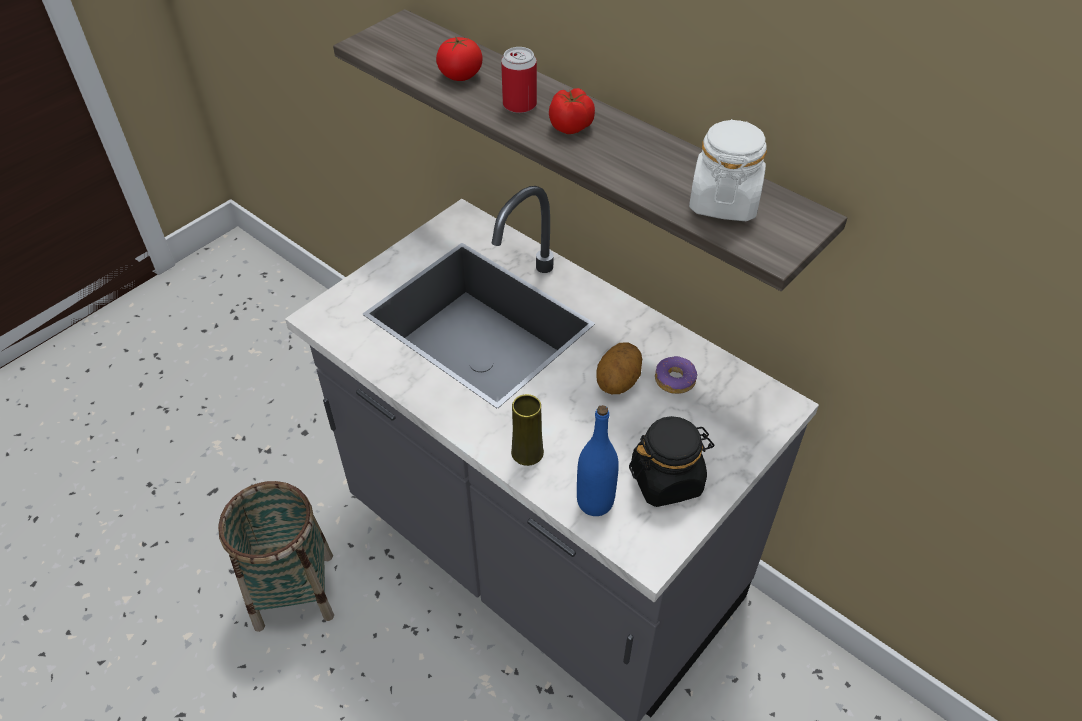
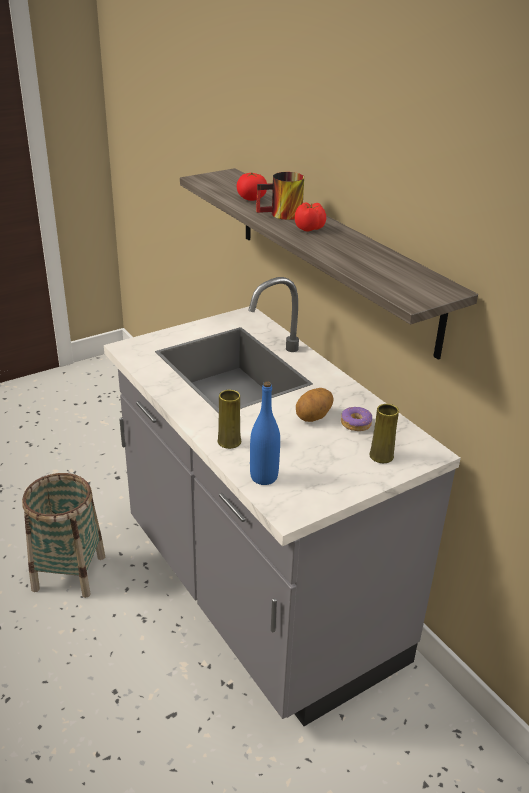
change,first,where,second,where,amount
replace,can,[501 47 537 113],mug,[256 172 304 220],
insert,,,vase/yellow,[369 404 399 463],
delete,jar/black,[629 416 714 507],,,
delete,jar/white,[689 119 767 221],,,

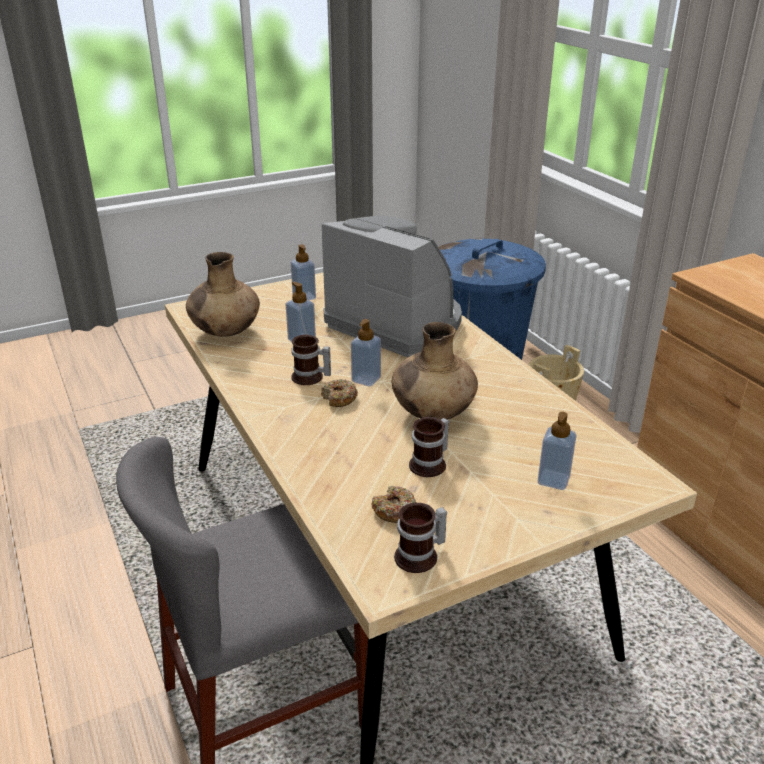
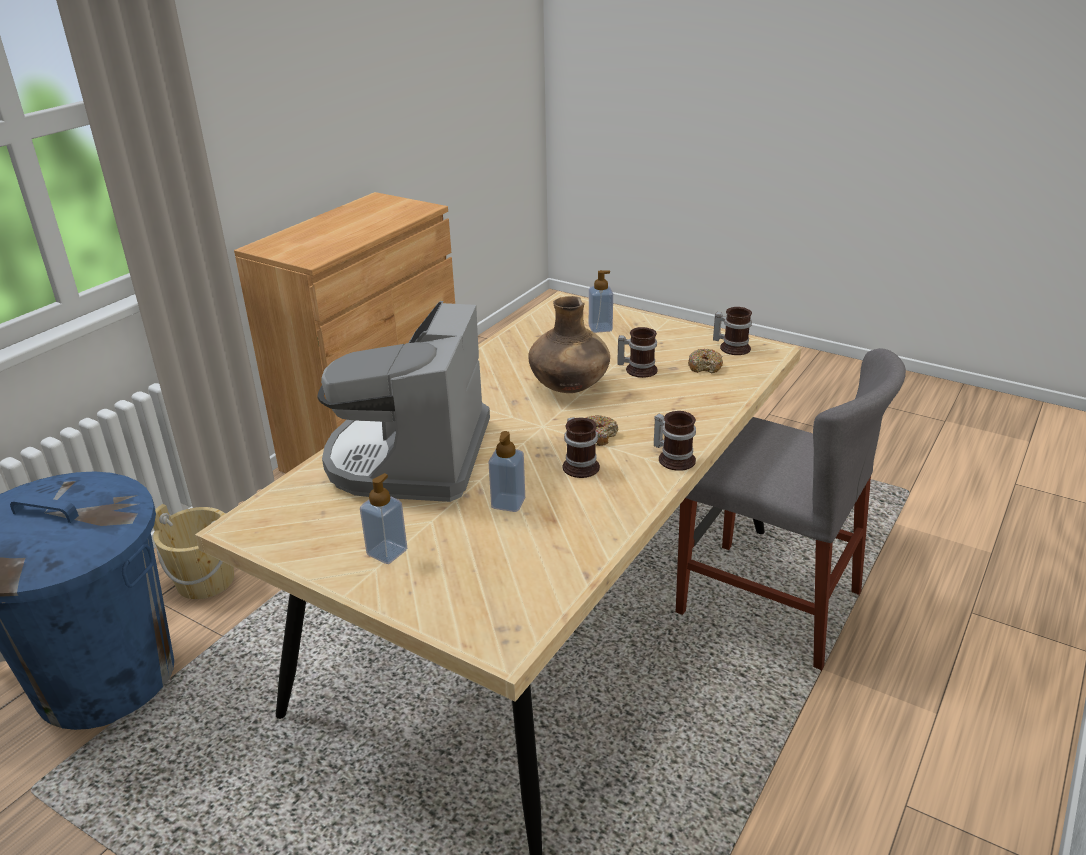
change,first,where,second,where,amount
insert,,,mug,[654 411 696 471],
delete,vase/brown,[186 252 260 337],,,
delete,soap dispenser,[351 319 381 386],,,

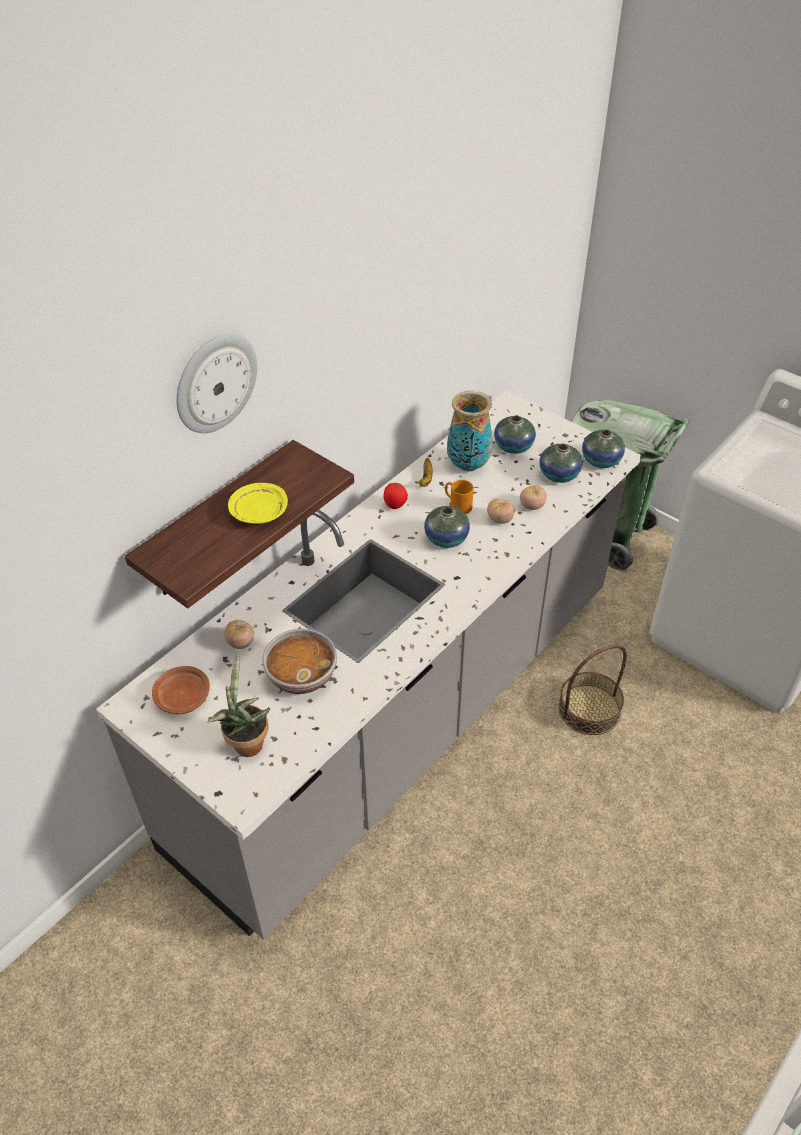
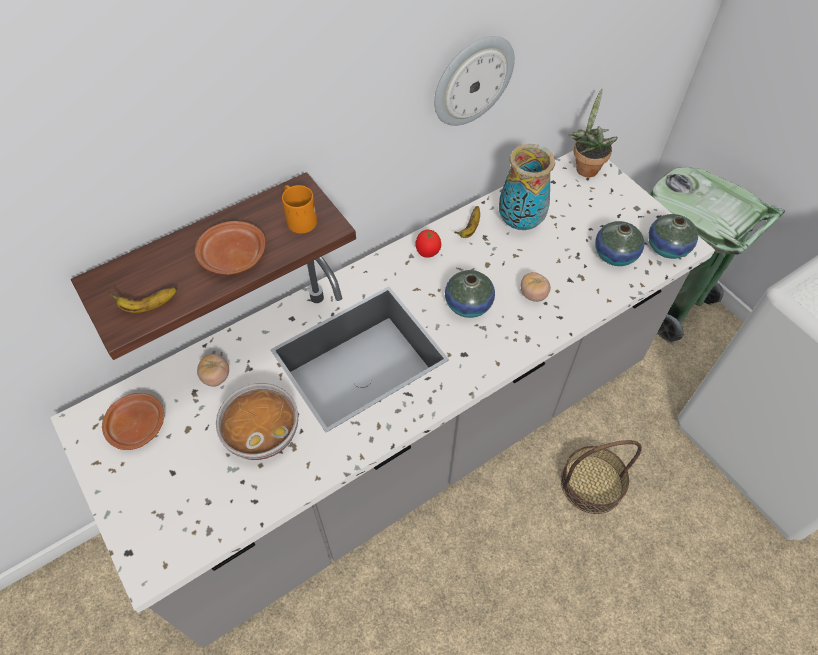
change,first,where,second,where,amount
insert,,,banana,[107 287 177 313],
recolor,plate/yellow,[228 483 288 524],plate/brown,[195 221 265 275],
move,mug/orange,[445 480 474 514],,[282 185 317 234],
move,wall clock,[176 334 257 433],,[434 36 515 126],
move,potted plant,[207 652 270 757],,[569 88 618 177],
delete,vase,[494 415 536 454],,,
delete,tomato,[520 485 547 510],,,

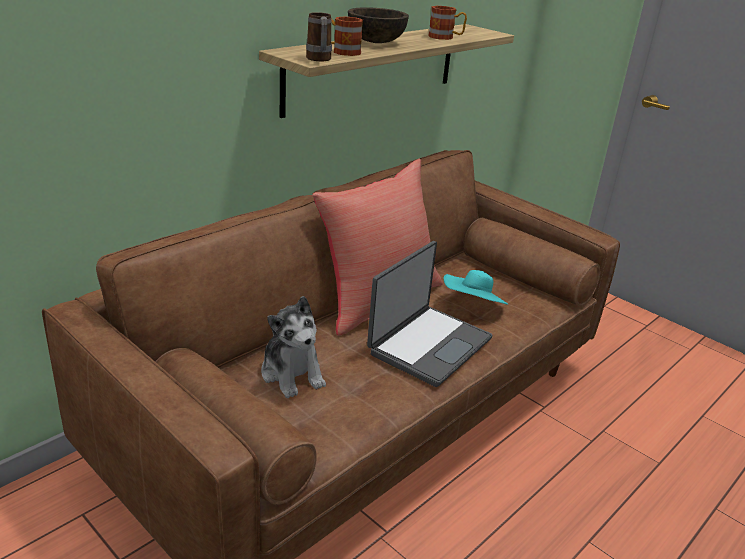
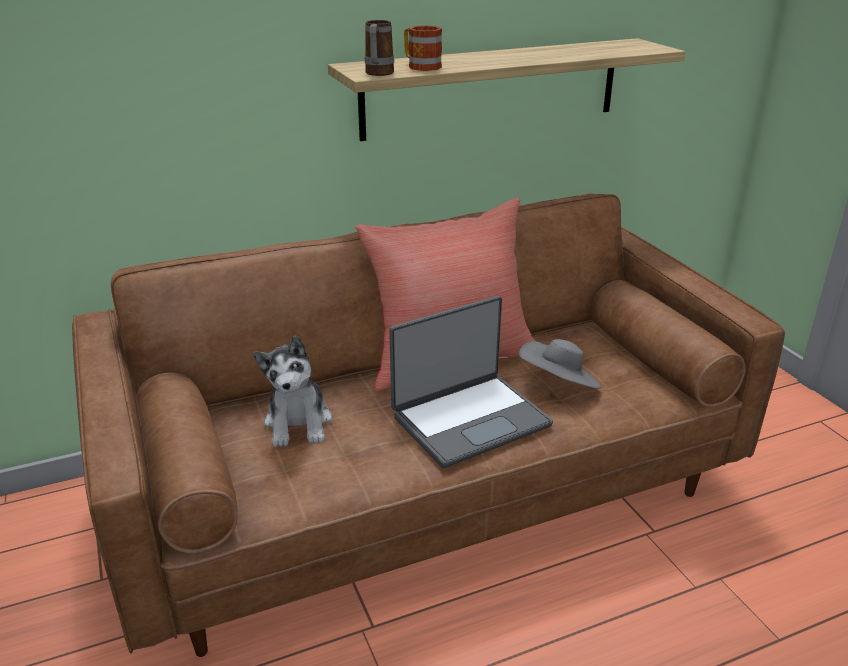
change,first,where,second,where,amount
recolor,hat/turquoise,[444 270 508 305],hat/grey,[519 339 601 389],
delete,bowl/brown,[348 7 409 43],,,
delete,mug,[428 6 467 40],,,

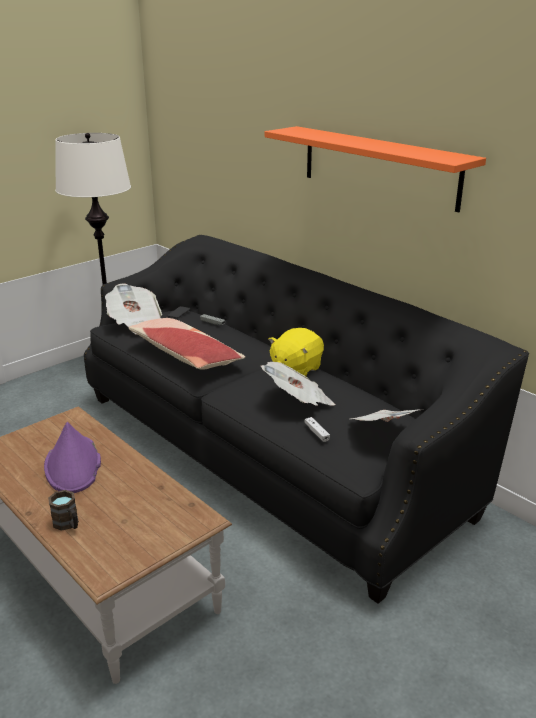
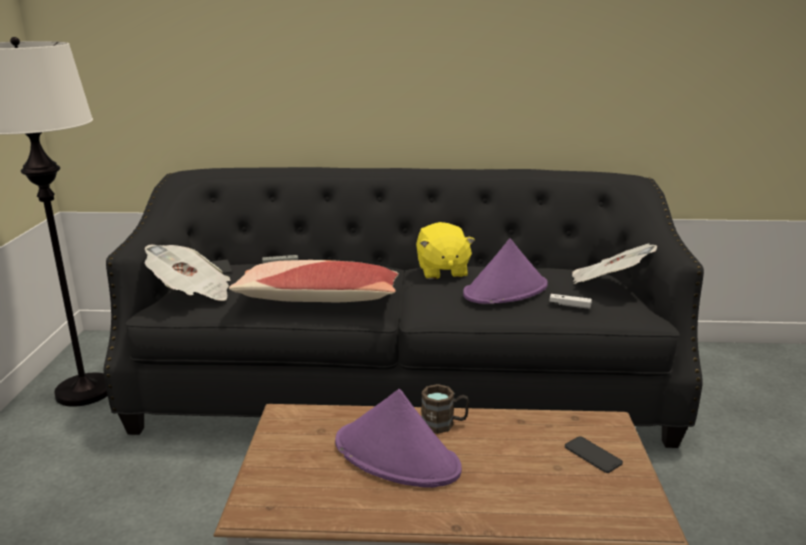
change,first,where,second,where,amount
move,mug/brown,[48 490 79 531],,[421 384 469 434],
replace,newspaper,[261 362 335 406],hat/purple,[463 238 548 304],
insert,,,phone,[565 436 623 473],
delete,shelf/orange,[265 126 486 212],,,

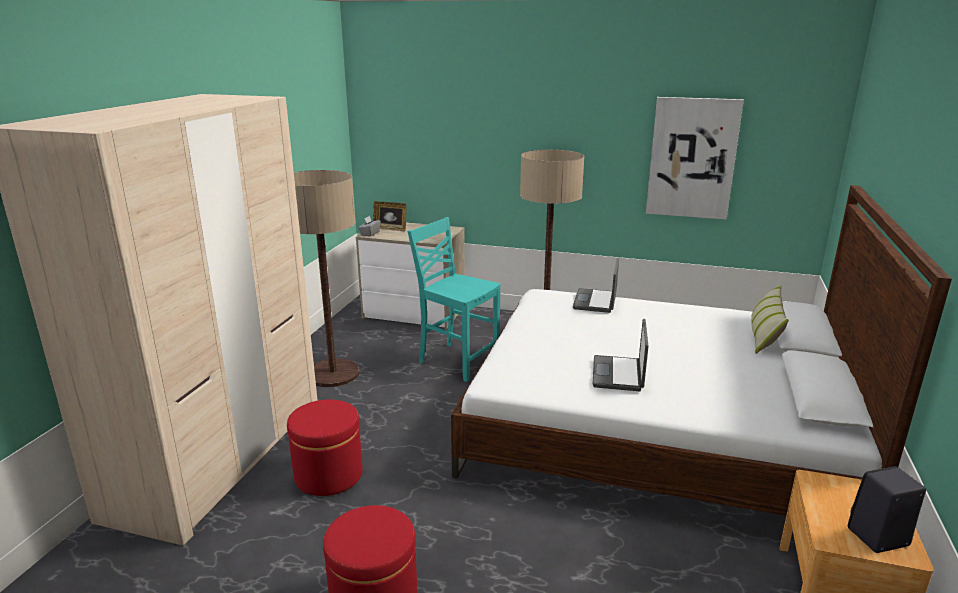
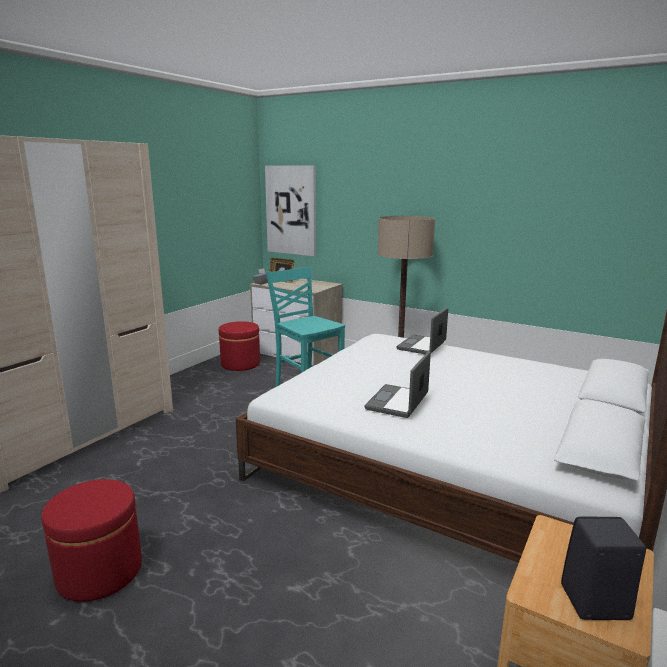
change,first,where,second,where,amount
move,ottoman/red,[287 399 363 496],,[219 321 260 371],
move,picture,[646 97 744 219],,[265 166 316 256],
delete,floor lamp,[294 170 359 387],,,
delete,pillow,[751 284 789 354],,,

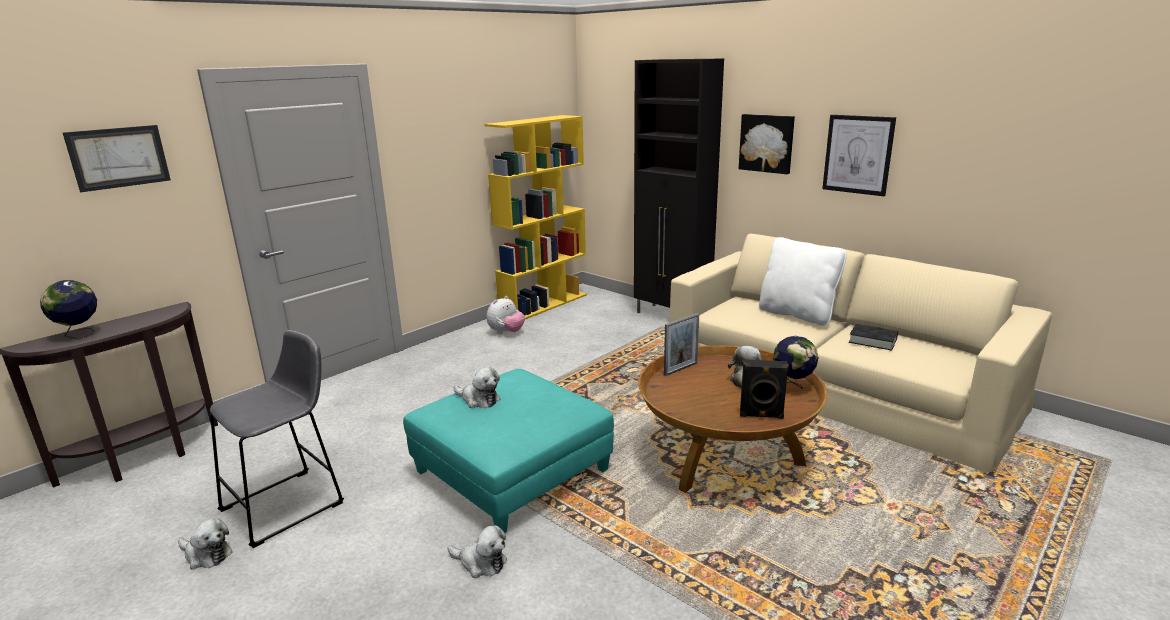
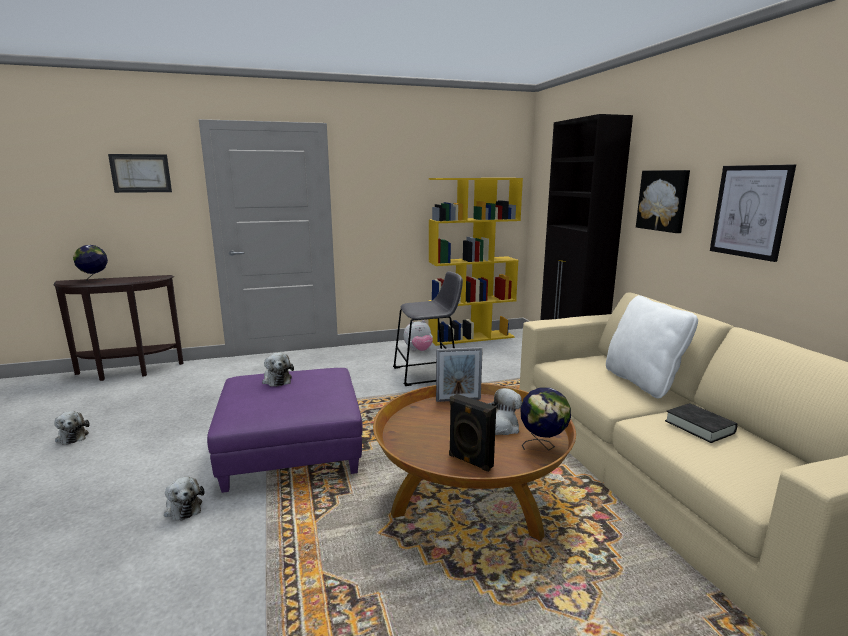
change,first,where,second,where,amount
recolor,ottoman/turquoise,[403 369 614 533],ottoman/purple,[207 368 363 493],
move,stool/grey,[210 330 344 548],,[393 271 463 386],

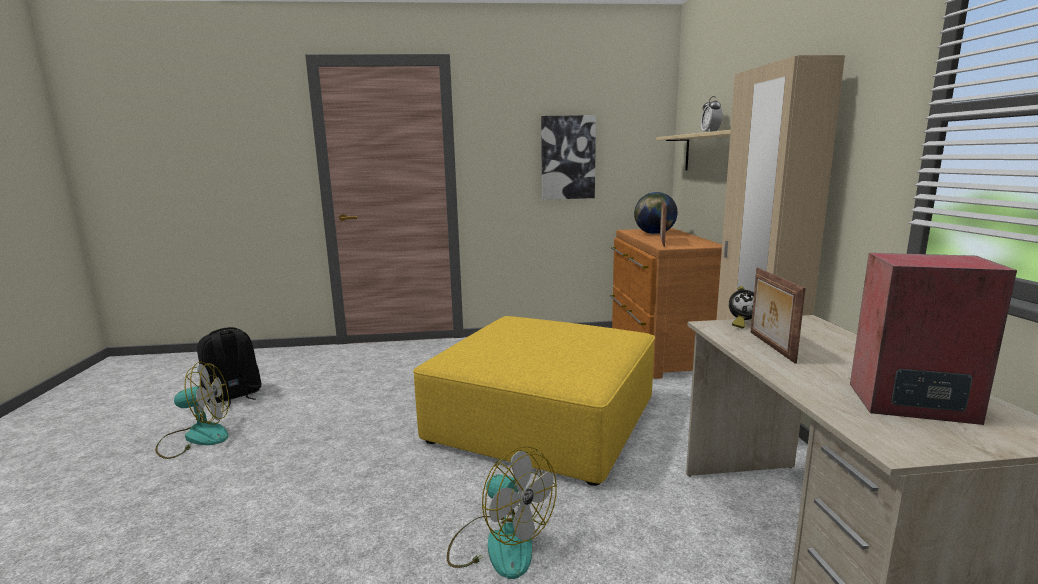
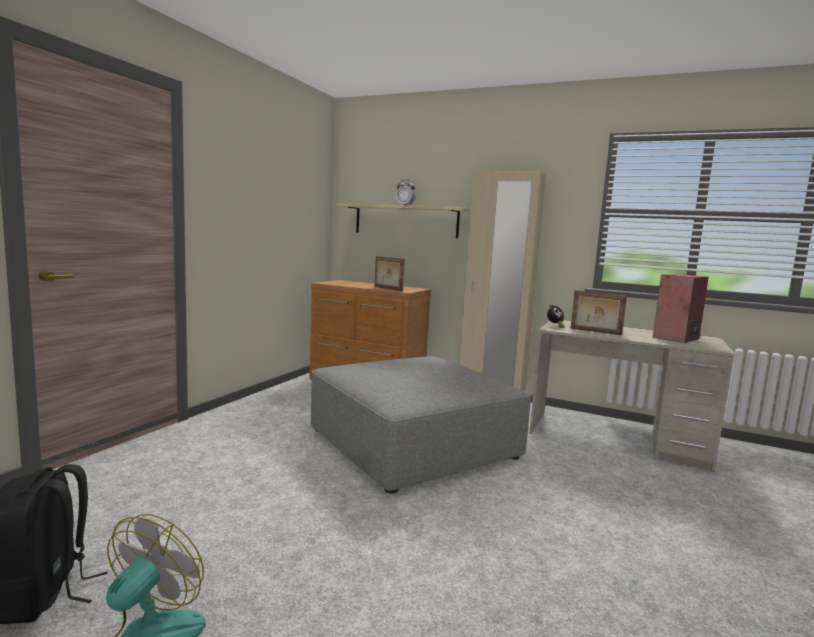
change,first,where,second,where,amount
recolor,ottoman/yellow,[413 316 655 486],ottoman/grey,[311 356 532 493],
delete,fan,[447 446 557 579],,,
delete,picture,[541 115 596 200],,,
delete,globe,[634 192 677 234],,,

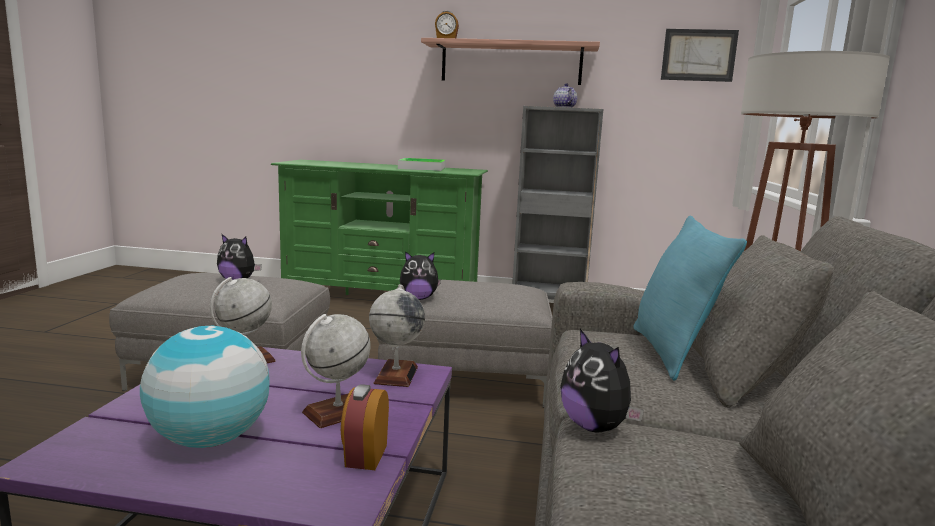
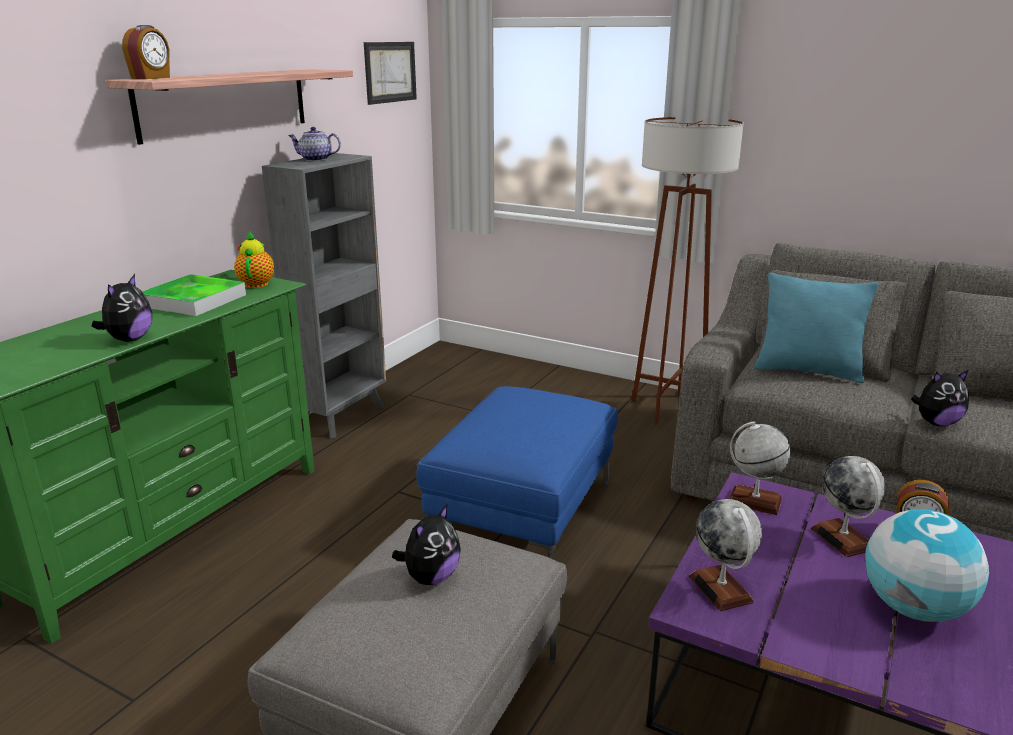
change,first,where,second,where,amount
move,plush toy,[400 251 441 300],,[92 274 152 342],
insert,,,teapot,[234 231 274 288],
recolor,ottoman/grey,[377 280 552 408],ottoman/blue,[416 386 618 560],

